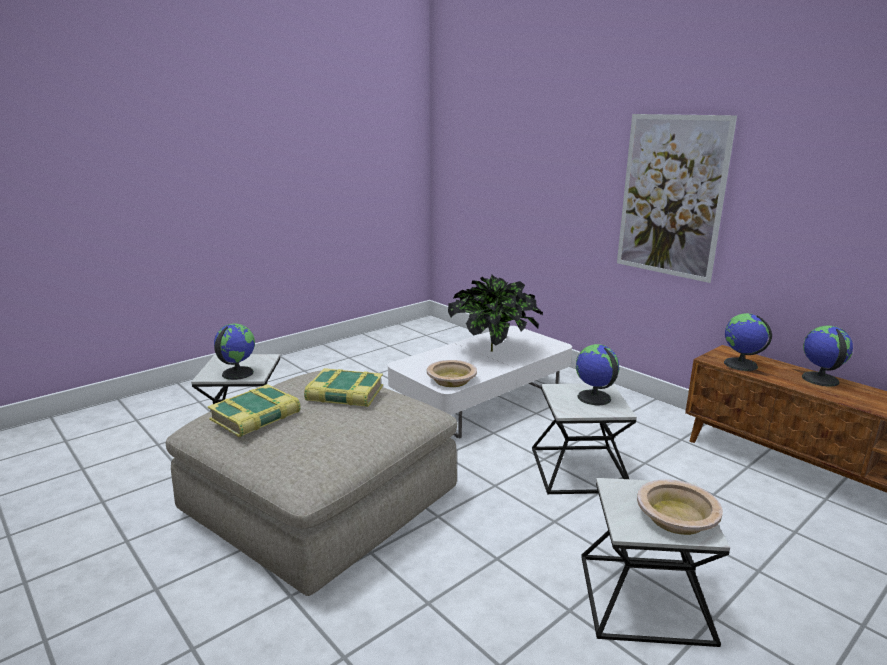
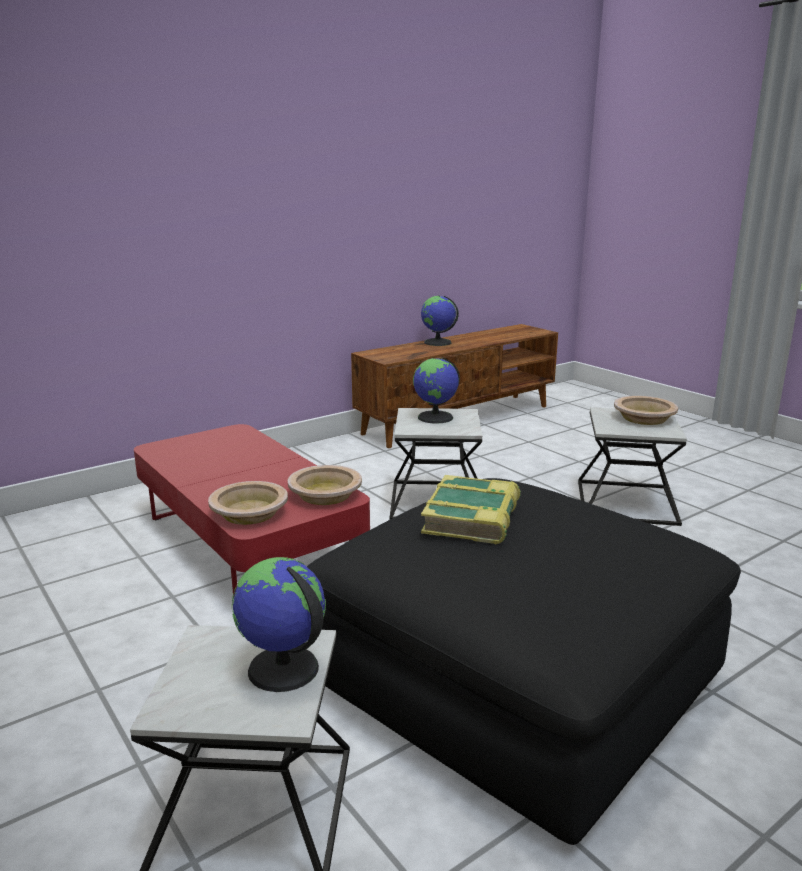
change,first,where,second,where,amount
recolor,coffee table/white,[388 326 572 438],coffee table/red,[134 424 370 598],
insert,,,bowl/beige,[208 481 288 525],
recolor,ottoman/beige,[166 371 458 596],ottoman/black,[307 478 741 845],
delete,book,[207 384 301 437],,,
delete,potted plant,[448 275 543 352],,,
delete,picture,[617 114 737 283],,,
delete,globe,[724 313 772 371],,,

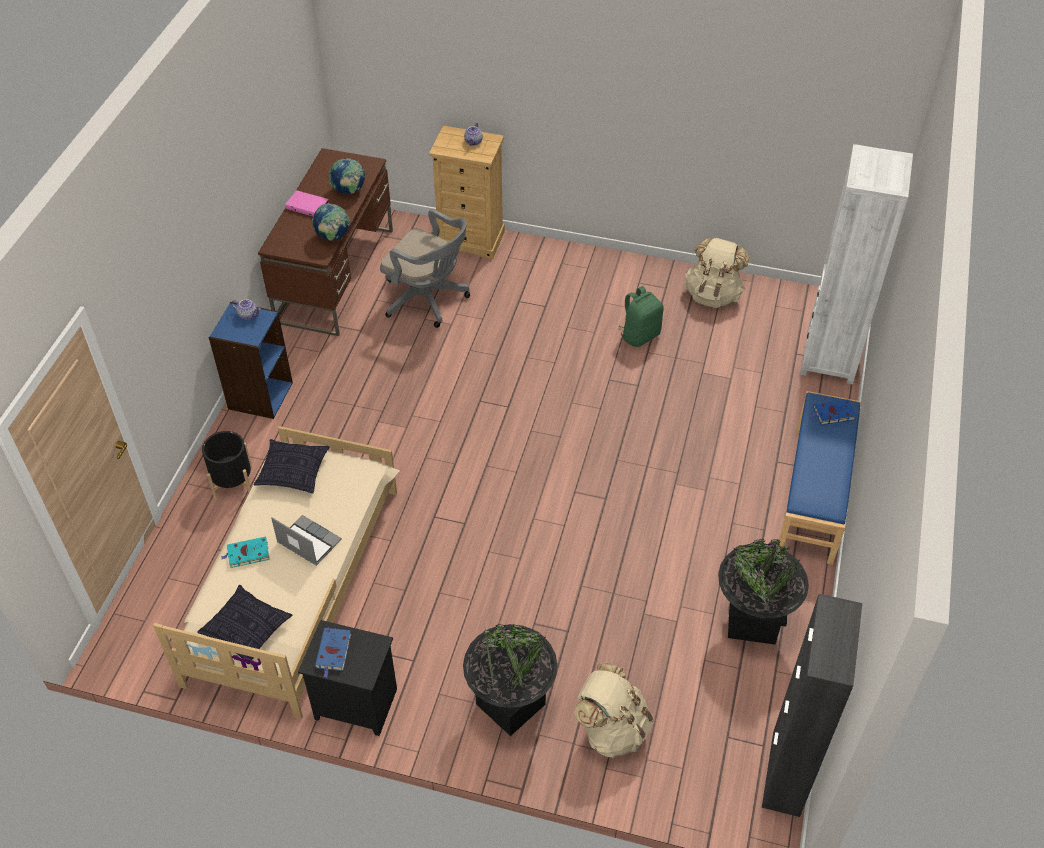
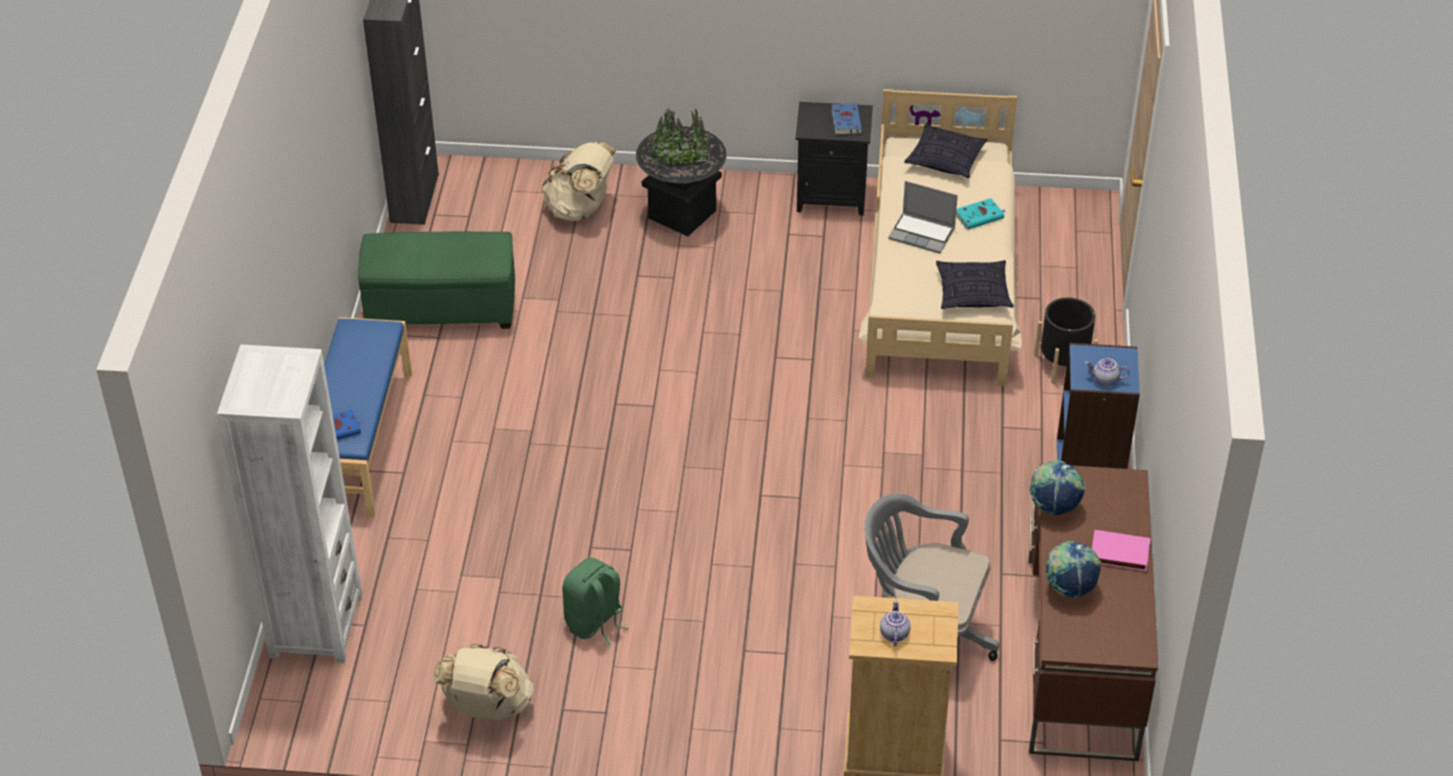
change,first,where,second,where,amount
replace,planter/black,[718 539 809 645],ottoman/green,[358 231 515 329],

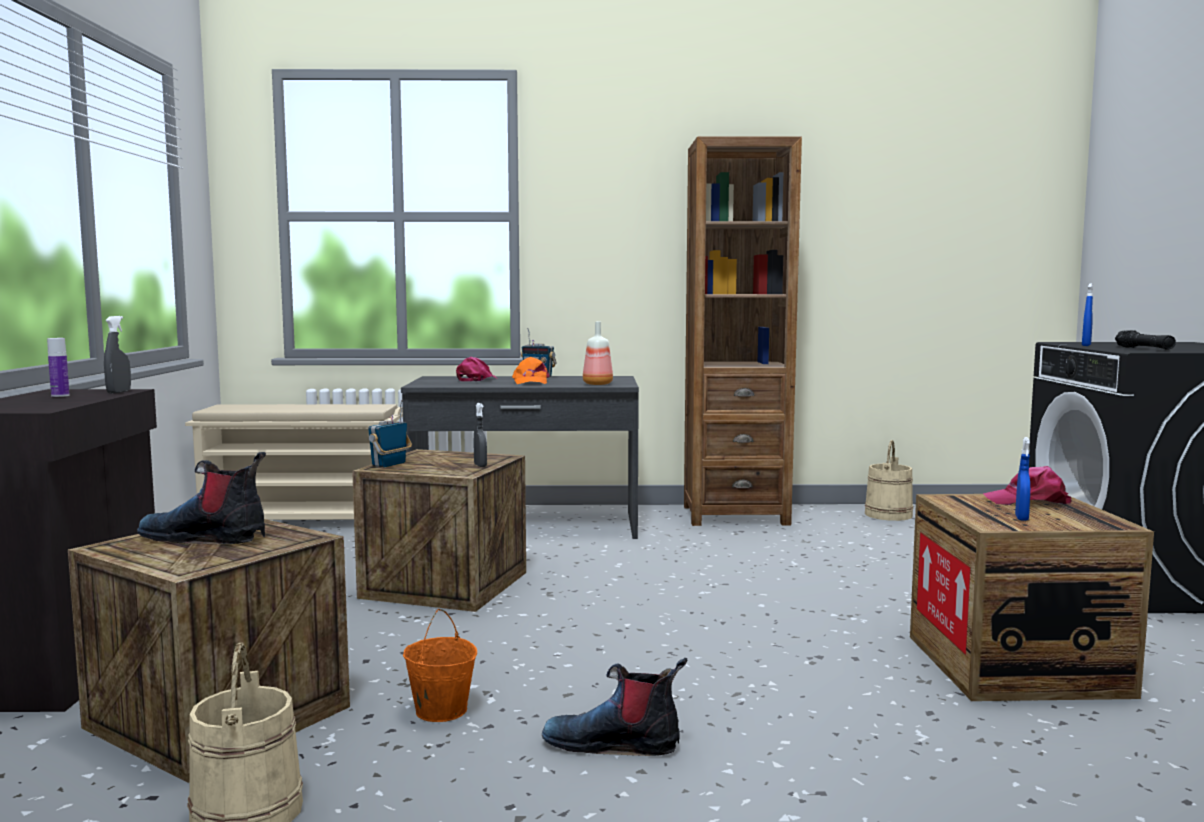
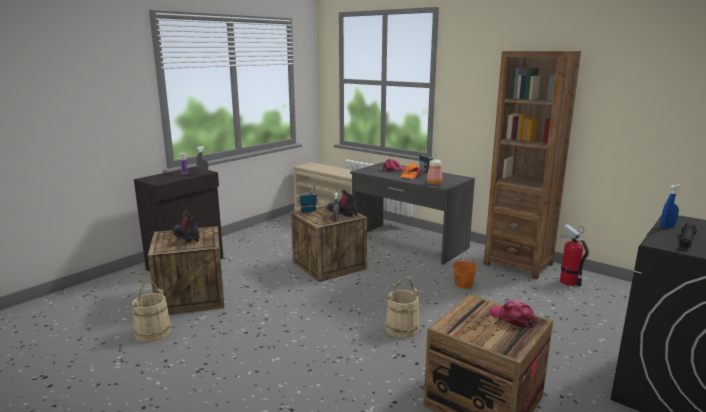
change,first,where,second,where,amount
move,boot,[542 658 688 756],,[327 190 358 217],
move,bucket/beige,[865 440 914 521],,[385 278 420 338],
move,bucket/orange,[403 609 477 722],,[453 252 477 289],
insert,,,fire extinguisher,[560 224 589 286],
delete,spray bottle/blue,[1015 437 1030 521],,,

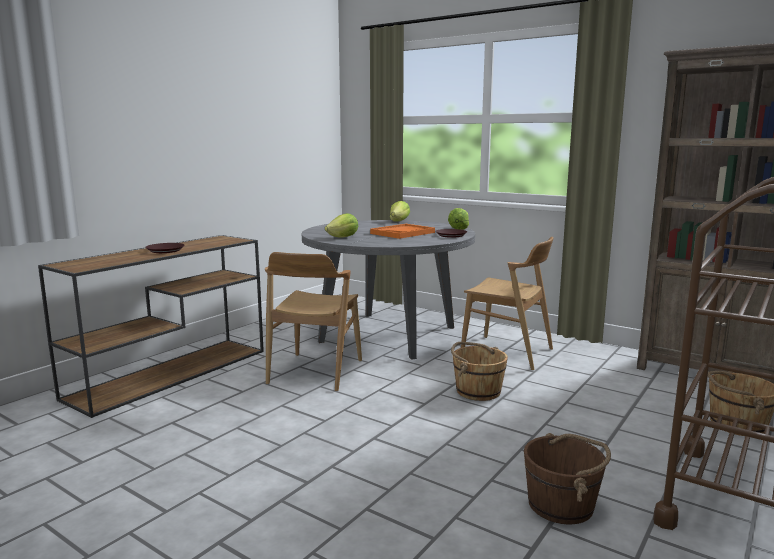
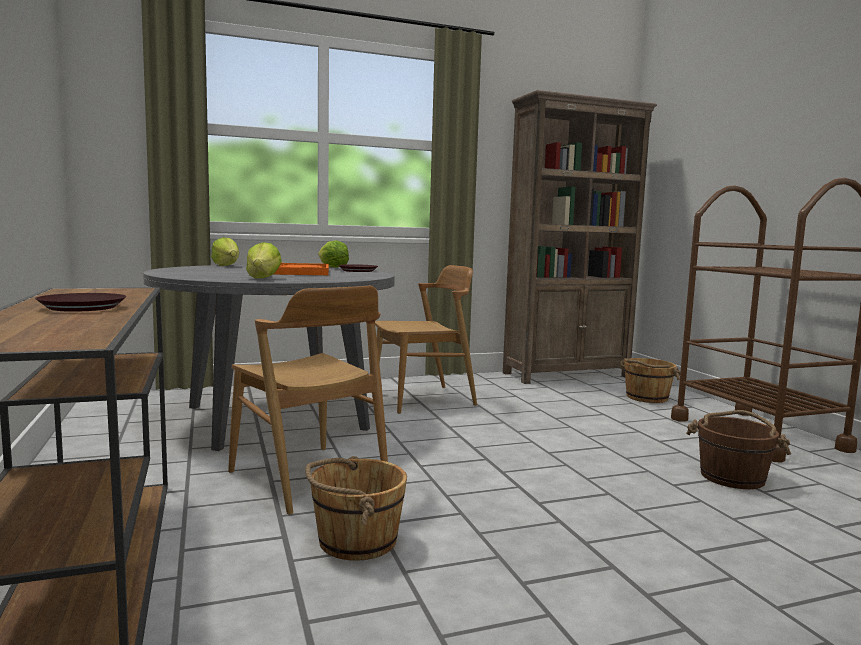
change,first,where,second,where,amount
move,bucket/brown,[451 342 508 401],,[305 456 407 561],

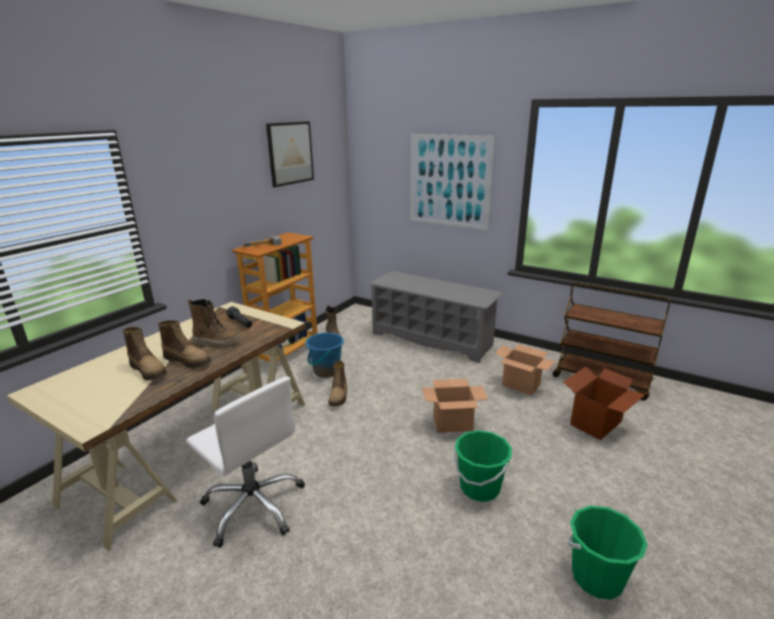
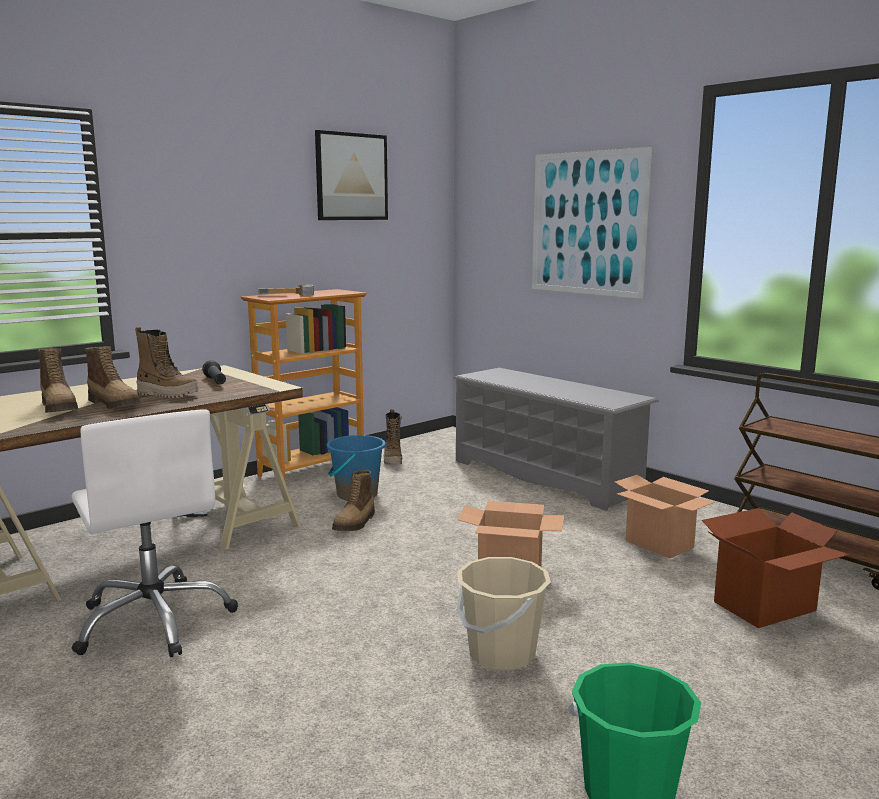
change,first,where,second,where,amount
recolor,bucket/green,[454 430 512 502],bucket/beige,[457 557 551 670],

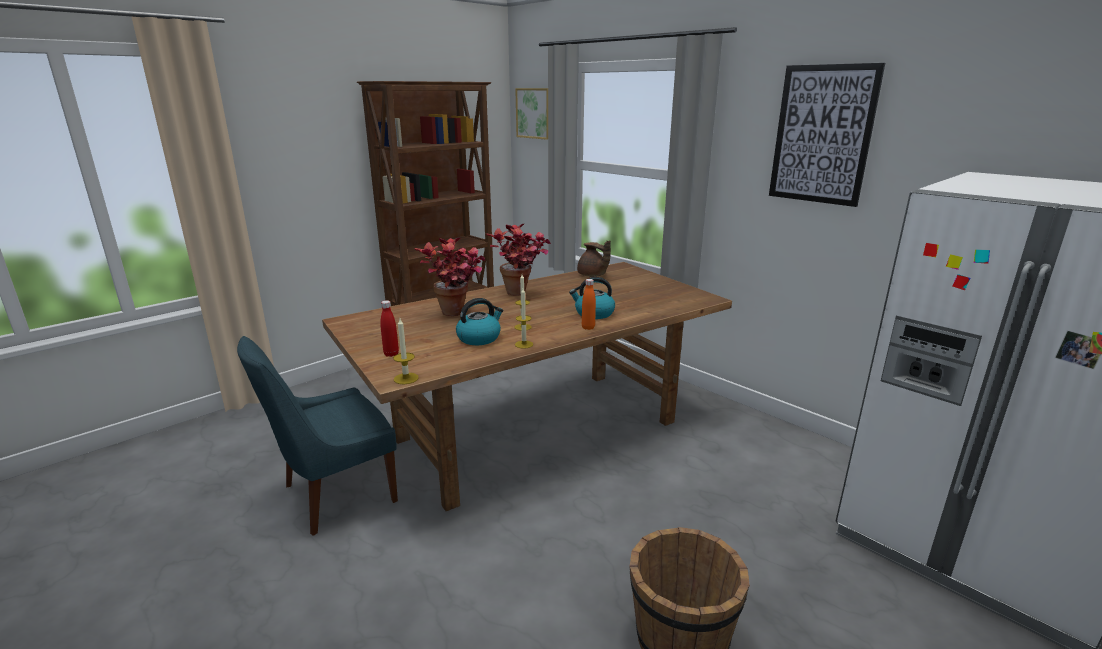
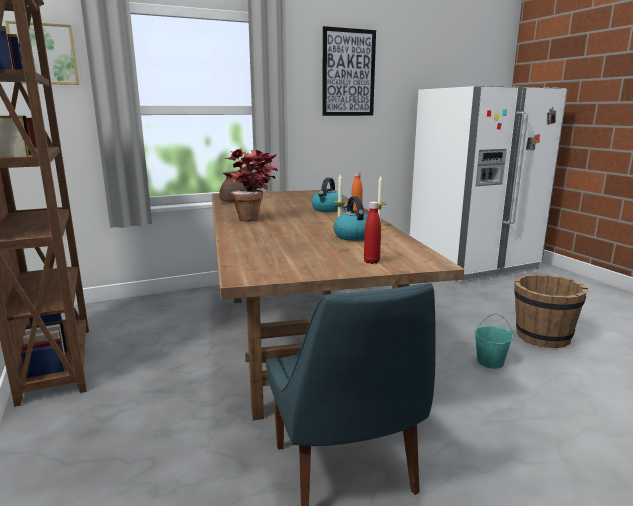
change,first,where,second,where,amount
insert,,,bucket/turquoise,[475 313 513 369],
delete,candle,[393 319 419 384],,,
delete,potted plant,[414 237 486 316],,,

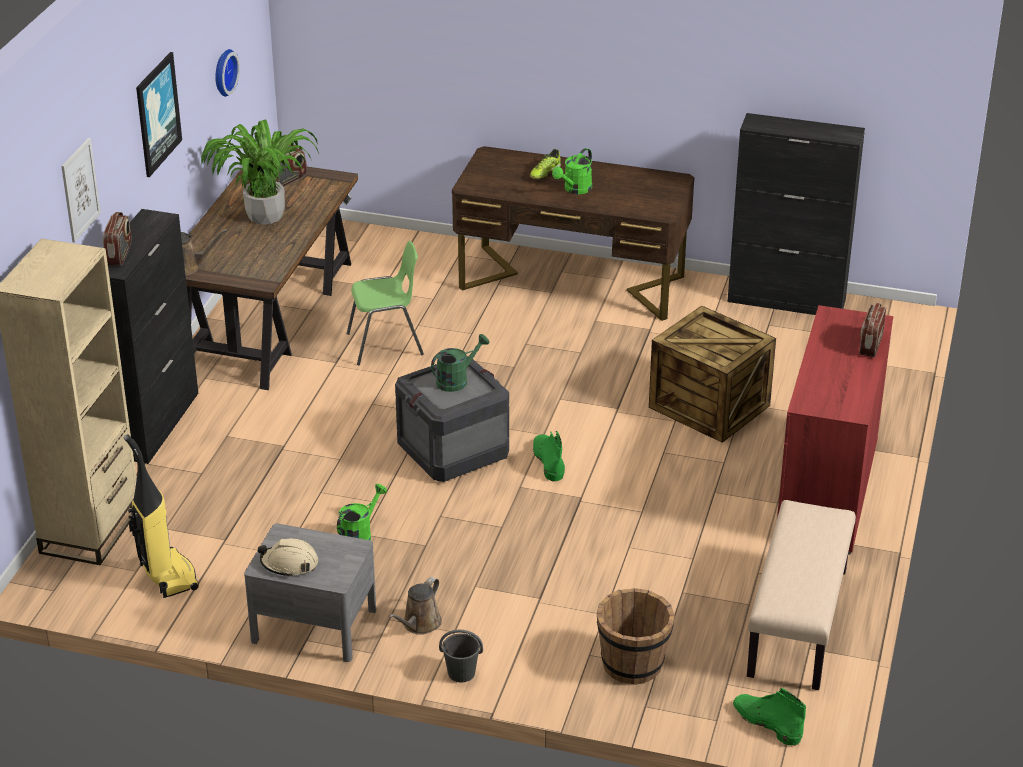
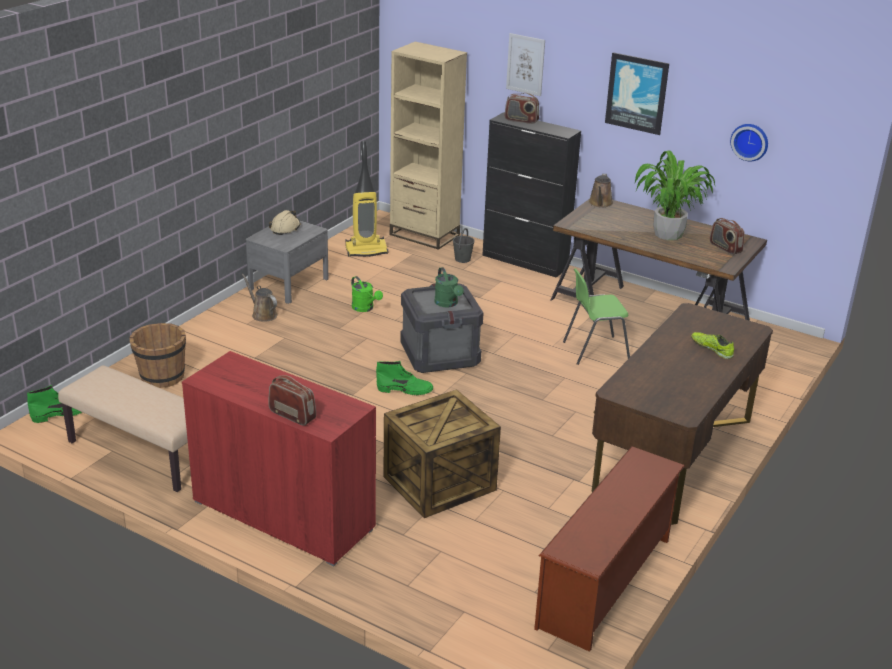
change,first,where,second,where,amount
move,bucket/grey,[439 630 483 683],,[453 228 475 263],
replace,cabinet/black,[728 113 865 315],shoe rack/brown,[534 446 685 652],
rotate,chair/green,[347 241 424 365],,[563 268 630 365],75 degrees clockwise
delete,watering can/green,[552 148 592 194],,,

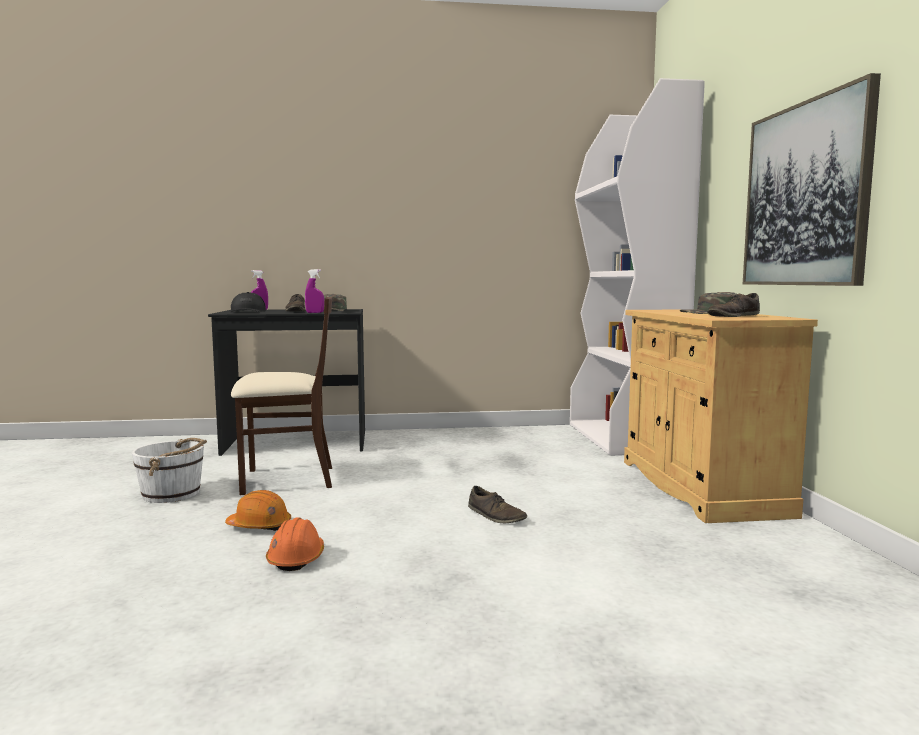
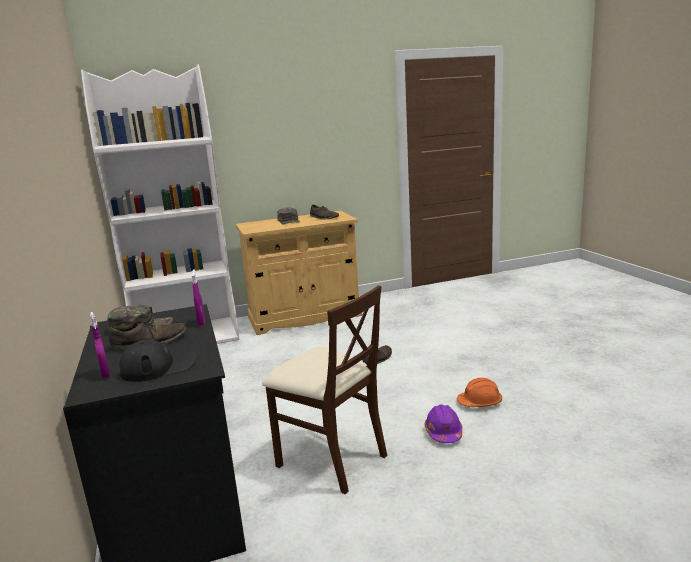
change,first,where,second,where,amount
rotate,chair/beige,[231 297 332 495],,[262 285 387 494],150 degrees clockwise
recolor,hard hat/orange,[225 490 291 531],hard hat/purple,[425 404 462 443],
delete,bucket/white,[132 438 207 503],,,
delete,picture,[743 73 881 286],,,

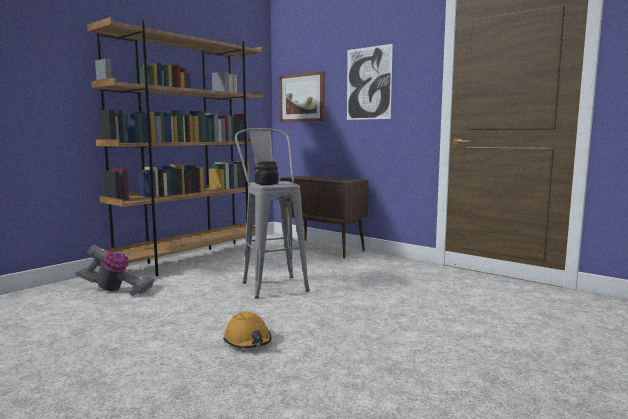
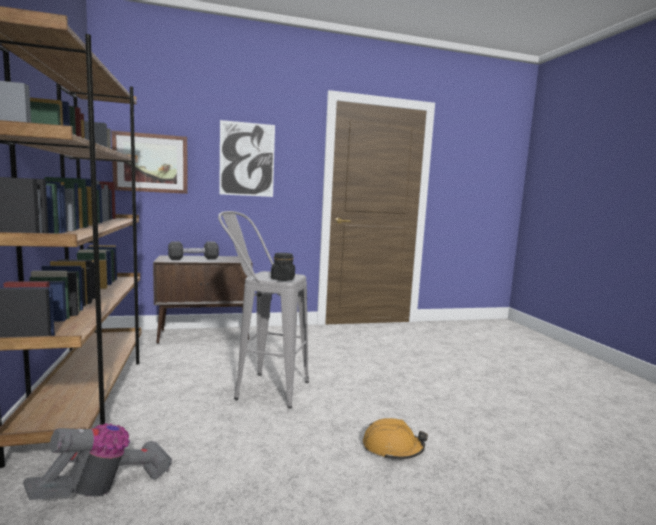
change,first,where,second,where,amount
insert,,,dumbbell/black,[168 241 219 260],

